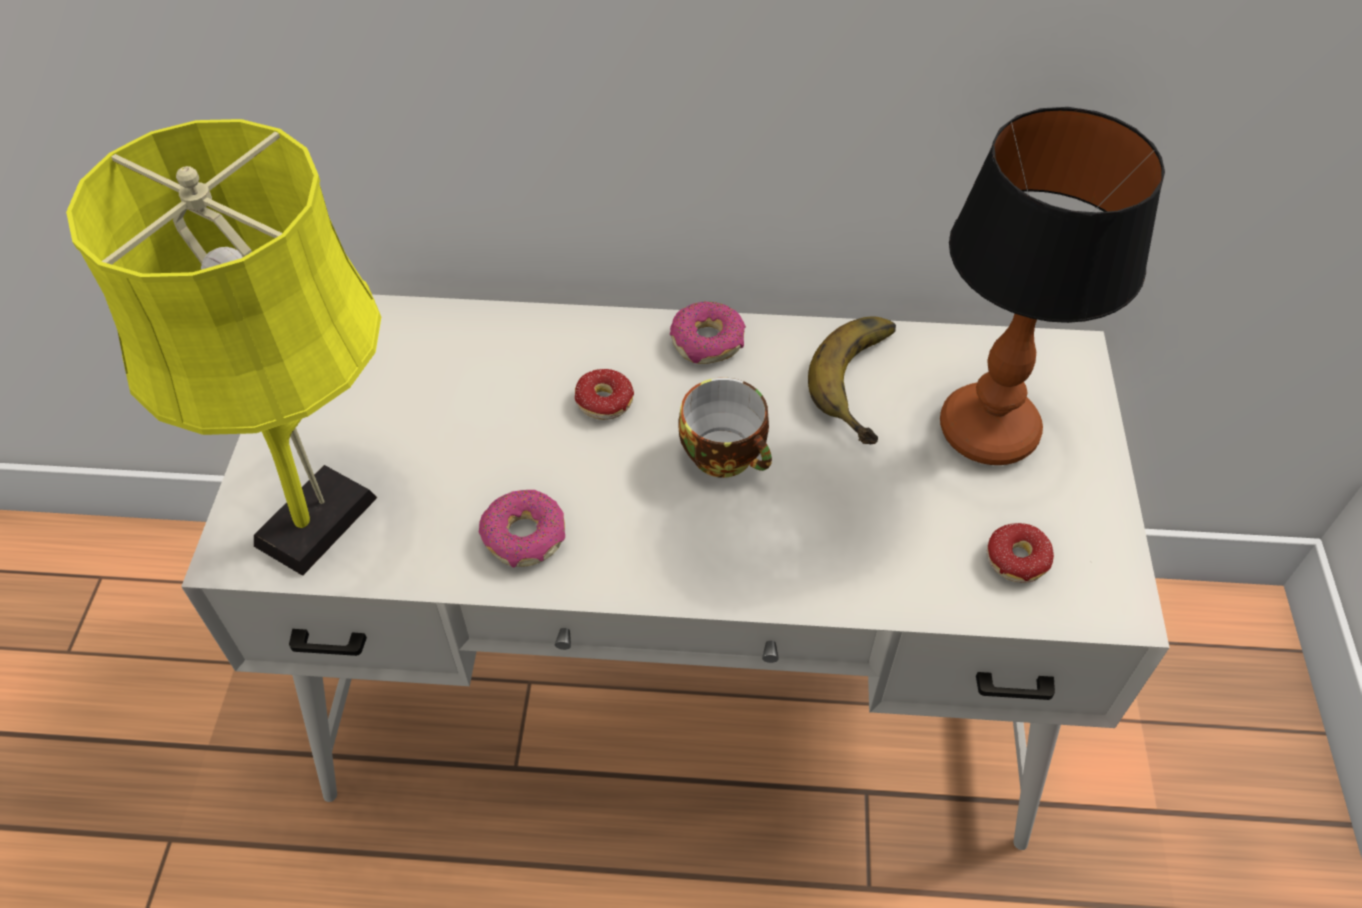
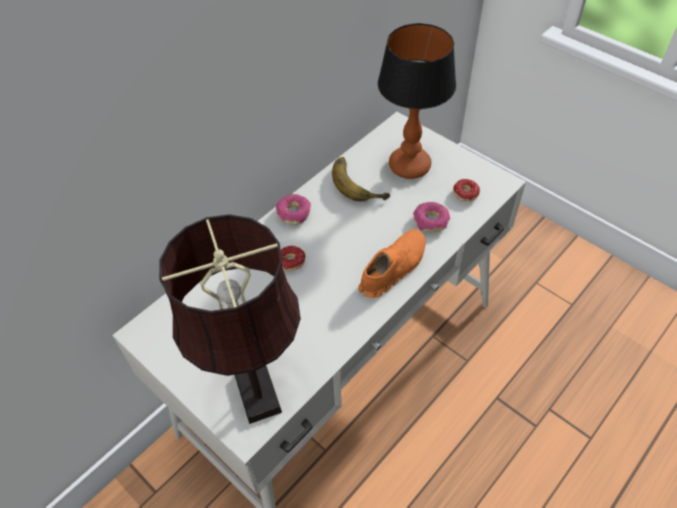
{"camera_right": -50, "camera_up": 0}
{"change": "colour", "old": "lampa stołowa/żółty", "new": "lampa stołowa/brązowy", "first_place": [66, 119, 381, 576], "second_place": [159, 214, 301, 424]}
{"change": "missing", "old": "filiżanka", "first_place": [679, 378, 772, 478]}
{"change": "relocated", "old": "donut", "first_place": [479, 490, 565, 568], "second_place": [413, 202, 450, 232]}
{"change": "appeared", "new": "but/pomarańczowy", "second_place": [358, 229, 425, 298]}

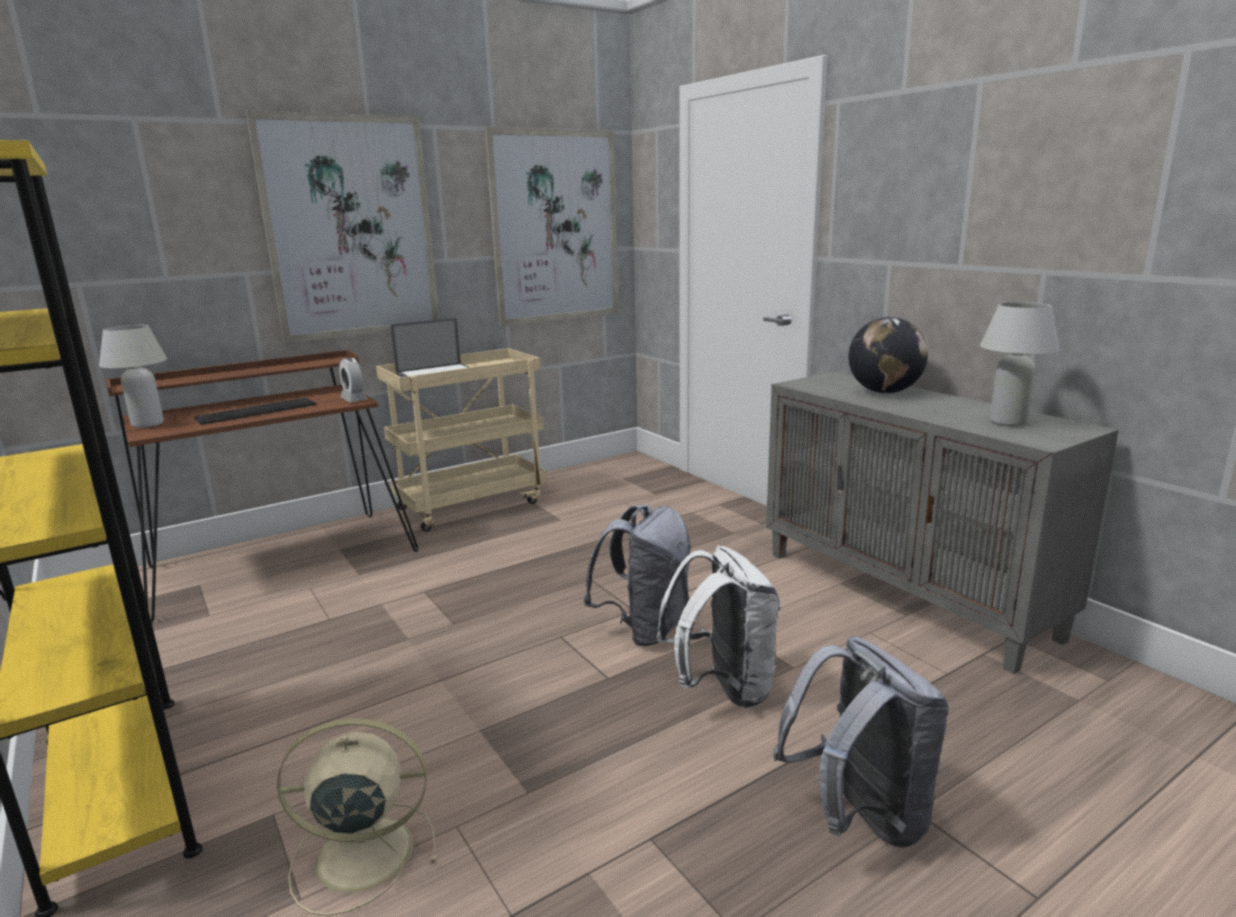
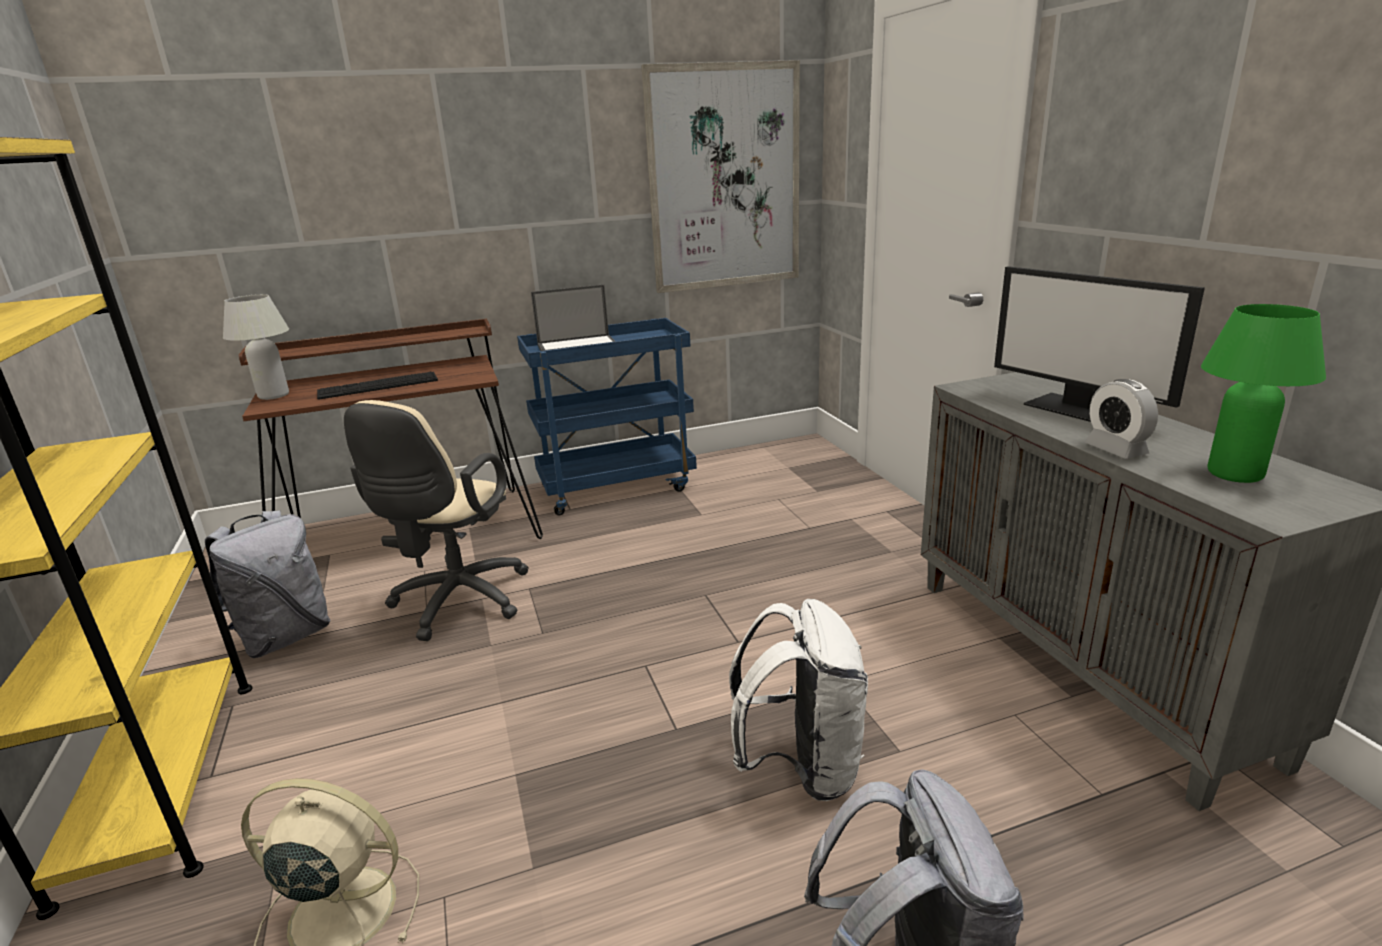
{"camera_right": 15, "camera_up": 5}
{"change": "missing", "old": "obraz", "first_place": [246, 110, 439, 343]}
{"change": "colour", "old": "lampa stołowa/biały", "new": "lampa stołowa/zielony", "first_place": [980, 302, 1060, 427], "second_place": [1201, 304, 1326, 483]}
{"change": "exchanged", "old": "globus", "new": "monitor", "first_place": [848, 317, 928, 393], "second_place": [994, 266, 1205, 422]}
{"change": "colour", "old": "wózek/beżowy", "new": "wózek/niebieski", "first_place": [376, 348, 547, 532], "second_place": [517, 318, 697, 515]}
{"change": "relocated", "old": "budzik", "first_place": [339, 358, 368, 403], "second_place": [1085, 379, 1158, 459]}
{"change": "relocated", "old": "plecak/szary", "first_place": [583, 505, 691, 646], "second_place": [205, 510, 331, 658]}
{"change": "appeared", "new": "krzesło biurowe/beżowy", "second_place": [344, 400, 529, 641]}

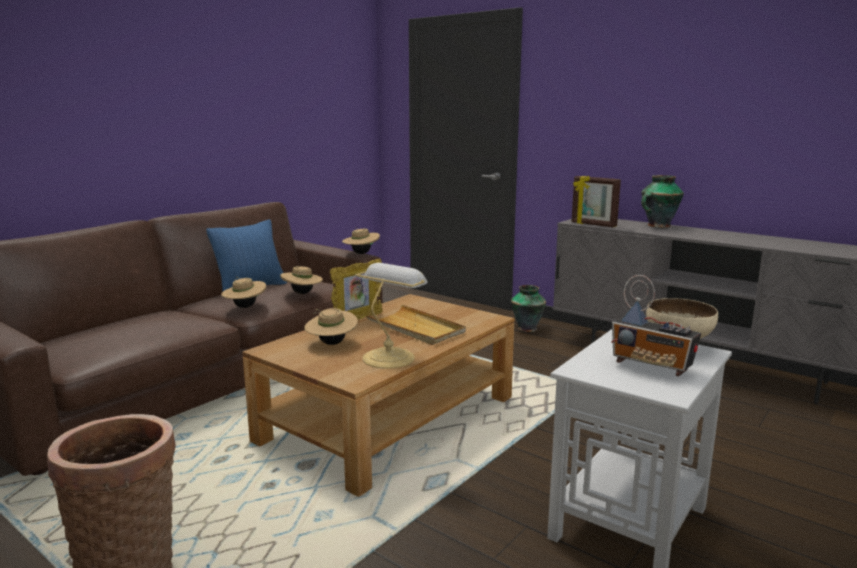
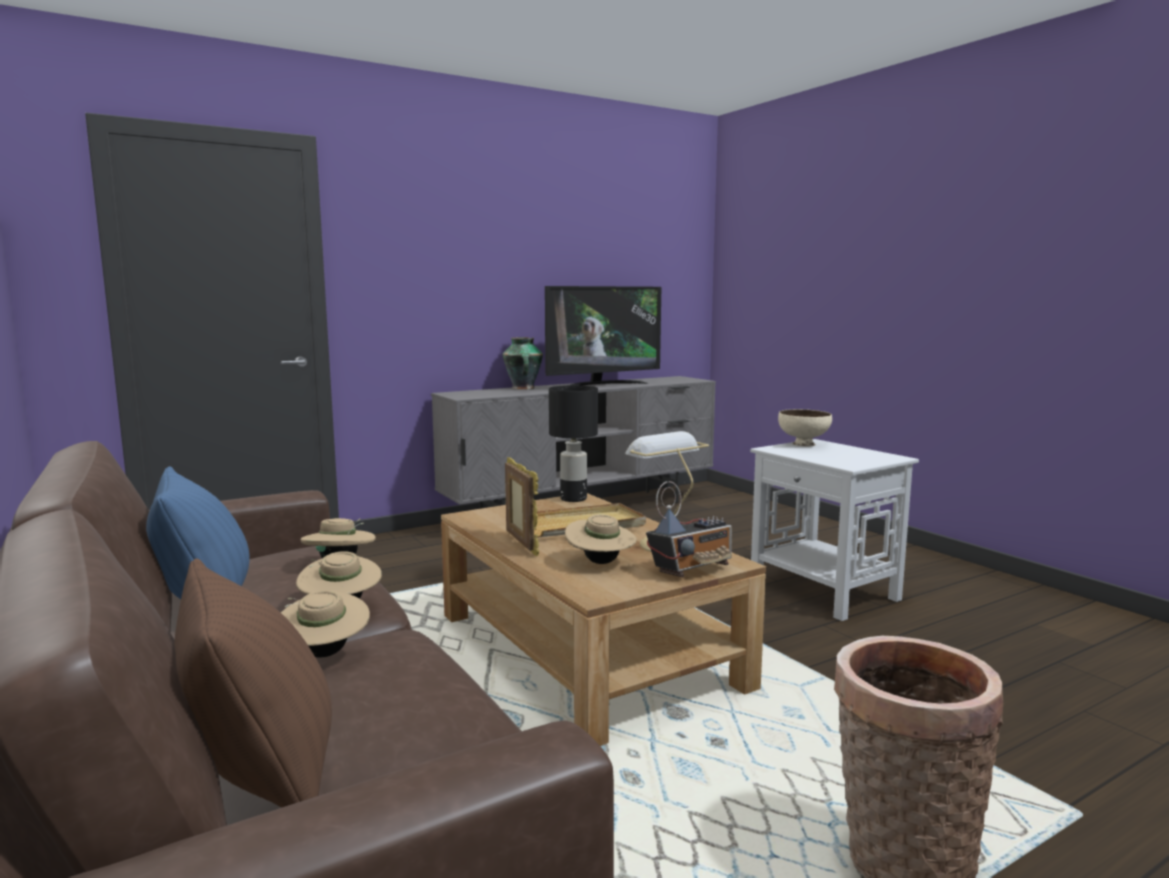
{"camera_right": -70, "camera_up": -5}
{"change": "missing", "old": "ramka na zdjęcie", "first_place": [571, 176, 621, 227]}
{"change": "relocated", "old": "kapelusz/beżowy", "first_place": [342, 227, 380, 254], "second_place": [281, 590, 370, 658]}
{"change": "relocated", "old": "radio", "first_place": [611, 275, 701, 376], "second_place": [646, 481, 732, 577]}
{"change": "missing", "old": "wazon", "first_place": [511, 285, 546, 332]}
{"change": "appeared", "new": "telewizor", "second_place": [545, 286, 661, 385]}
{"change": "appeared", "new": "lampa stołowa/czarny", "second_place": [549, 385, 598, 502]}
{"change": "appeared", "new": "poduszka/brązowy", "second_place": [174, 559, 332, 807]}

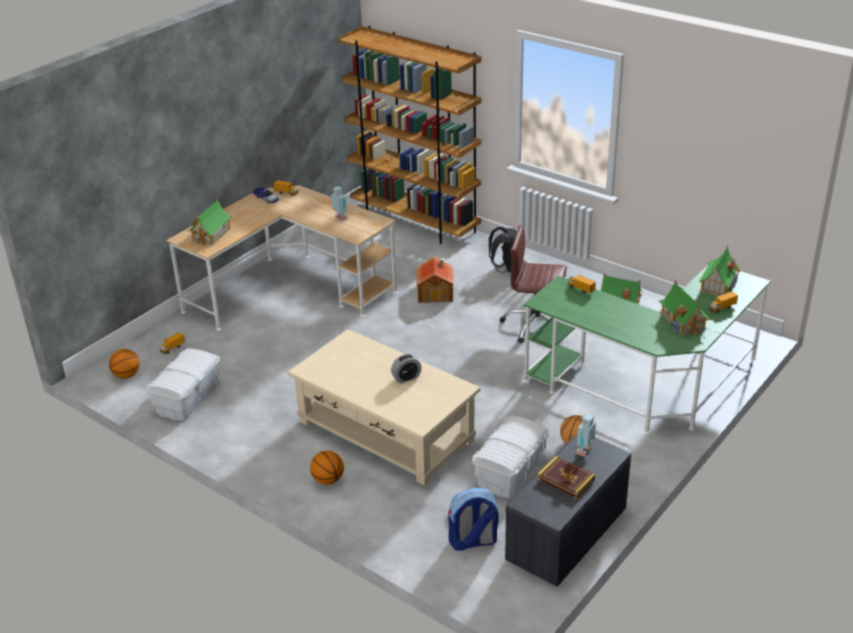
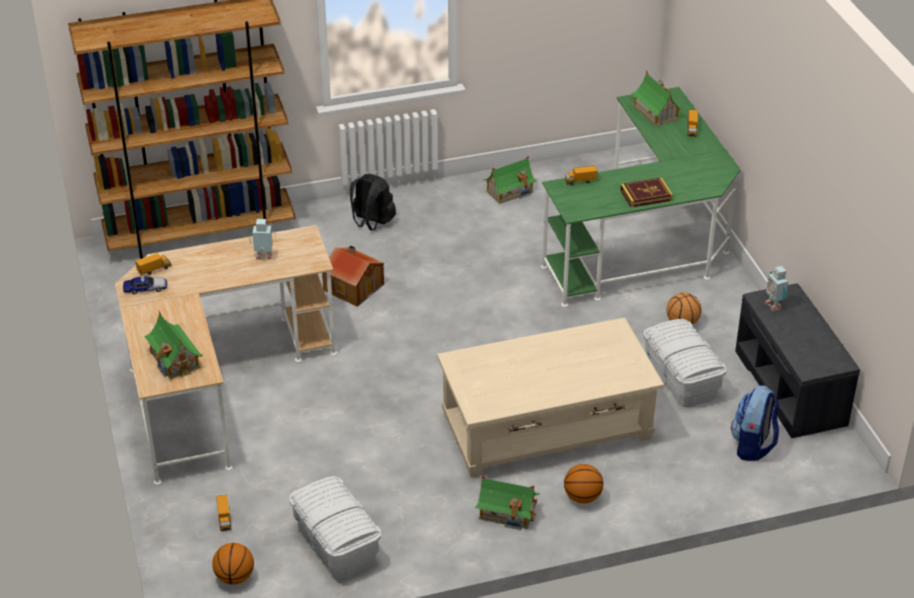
{"camera_right": -55, "camera_up": 5}
{"change": "missing", "old": "krzesło biurowe/brązowy", "first_place": [500, 225, 567, 344]}
{"change": "relocated", "old": "domek", "first_place": [659, 280, 711, 336], "second_place": [475, 476, 540, 530]}
{"change": "missing", "old": "budzik", "first_place": [391, 354, 422, 383]}
{"change": "relocated", "old": "książka", "first_place": [537, 456, 595, 499], "second_place": [620, 177, 673, 208]}

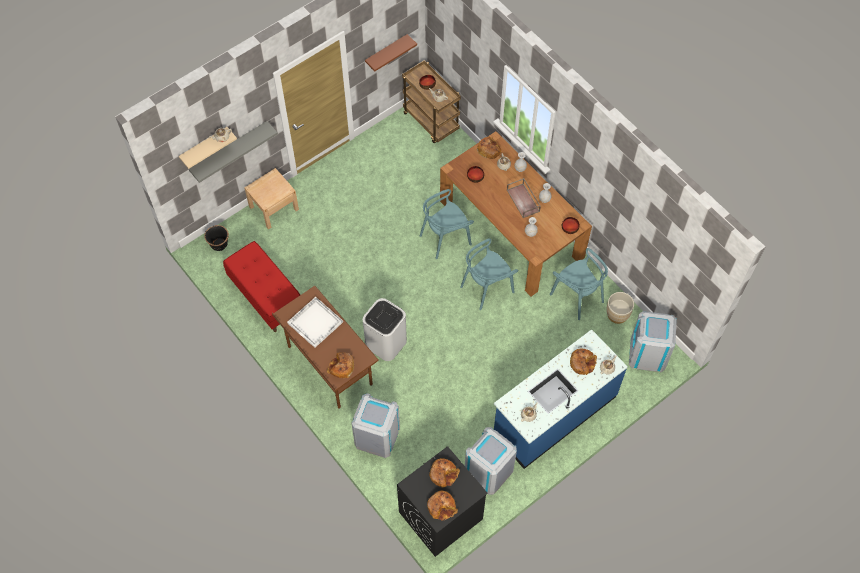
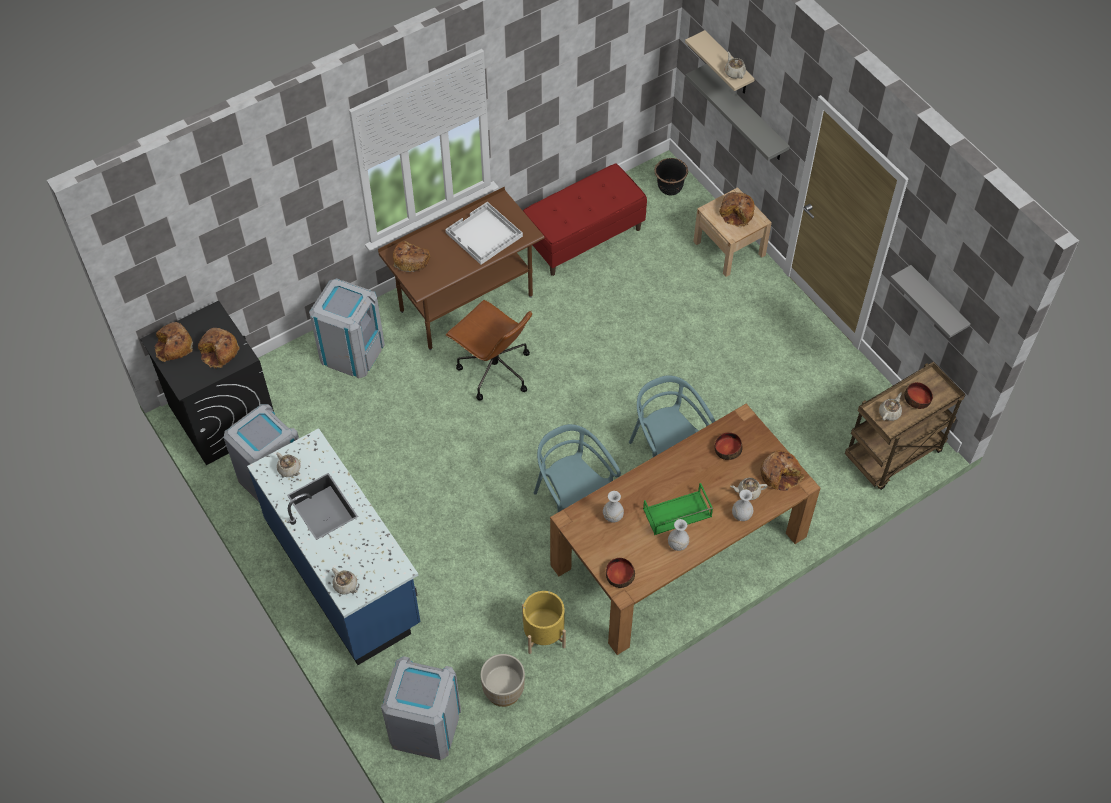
{"camera_right": 95, "camera_up": -5}
{"change": "colour", "old": "półka/brązowy", "new": "półka/szary", "first_place": [365, 34, 417, 71], "second_place": [890, 265, 971, 338]}
{"change": "colour", "old": "taca/brązowy", "new": "taca/zielony", "first_place": [507, 178, 541, 218], "second_place": [643, 483, 713, 535]}
{"change": "exchanged", "old": "krzesło/turkusowy", "new": "donica/żółty", "first_place": [550, 248, 608, 320], "second_place": [522, 591, 566, 654]}
{"change": "exchanged", "old": "kosz na śmieci/biały", "new": "krzesło biurowe/brązowy", "first_place": [363, 298, 407, 361], "second_place": [446, 300, 532, 401]}
{"change": "relocated", "old": "chleb", "first_place": [570, 348, 597, 375], "second_place": [719, 192, 755, 227]}

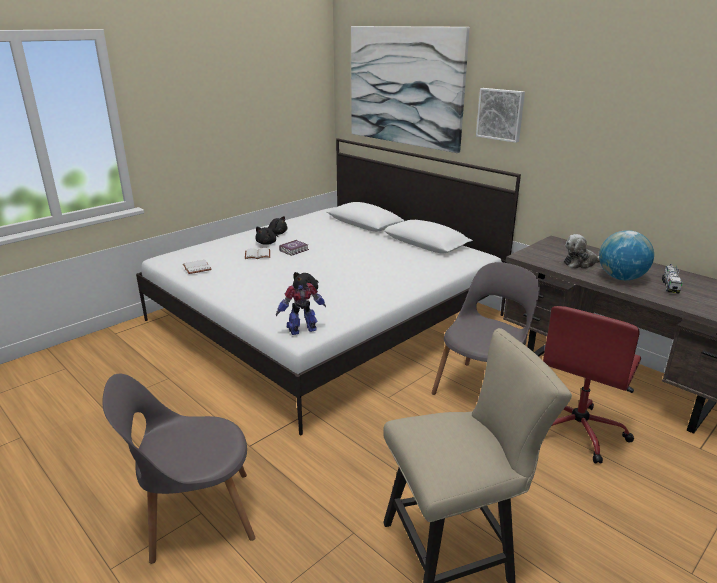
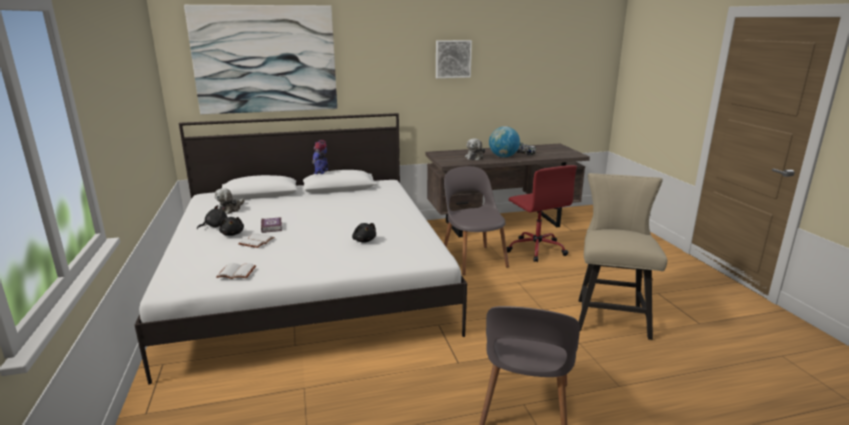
{"camera_right": -60, "camera_up": -5}
{"change": "relocated", "old": "obraz", "first_place": [476, 88, 525, 143], "second_place": [436, 40, 472, 78]}
{"change": "relocated", "old": "robot zabawkowy", "first_place": [276, 283, 326, 335], "second_place": [312, 140, 329, 174]}
{"change": "appeared", "new": "pluszak", "second_place": [215, 188, 245, 214]}

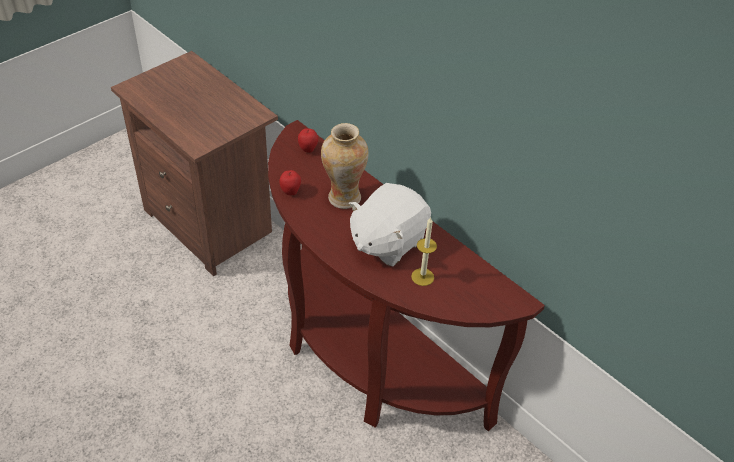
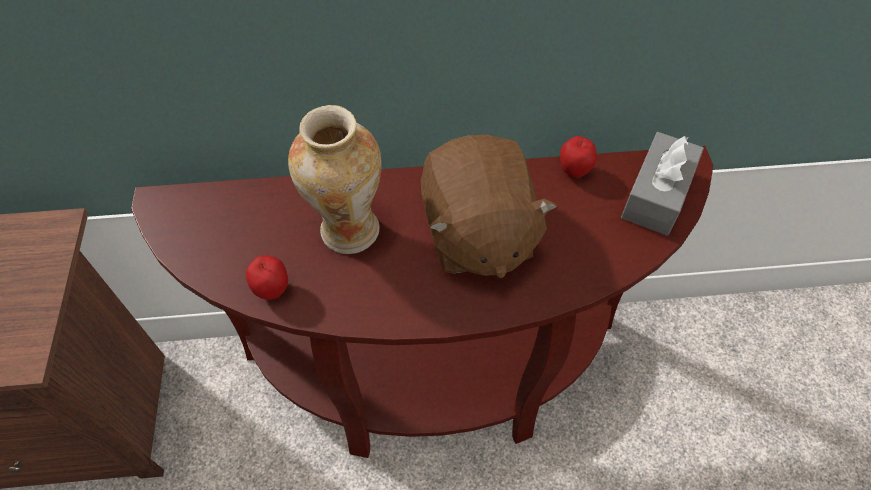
{"camera_right": -50, "camera_up": 10}
{"change": "relocated", "old": "jabłko", "first_place": [298, 128, 318, 153], "second_place": [560, 136, 597, 178]}
{"change": "colour", "old": "pluszak/biały", "new": "pluszak/brązowy", "first_place": [349, 183, 431, 266], "second_place": [420, 135, 557, 278]}
{"change": "missing", "old": "świeca", "first_place": [411, 217, 437, 286]}
{"change": "appeared", "new": "pudełko chusteczek/szary", "second_place": [621, 132, 704, 235]}

